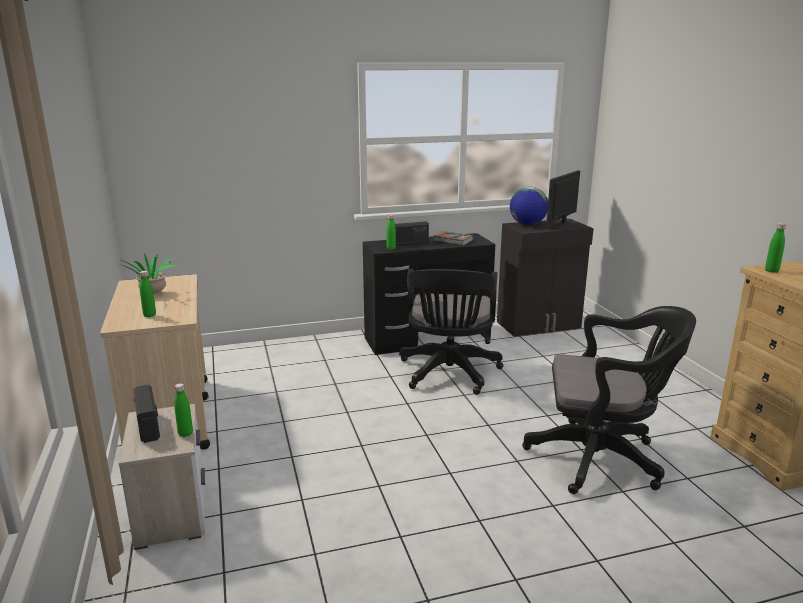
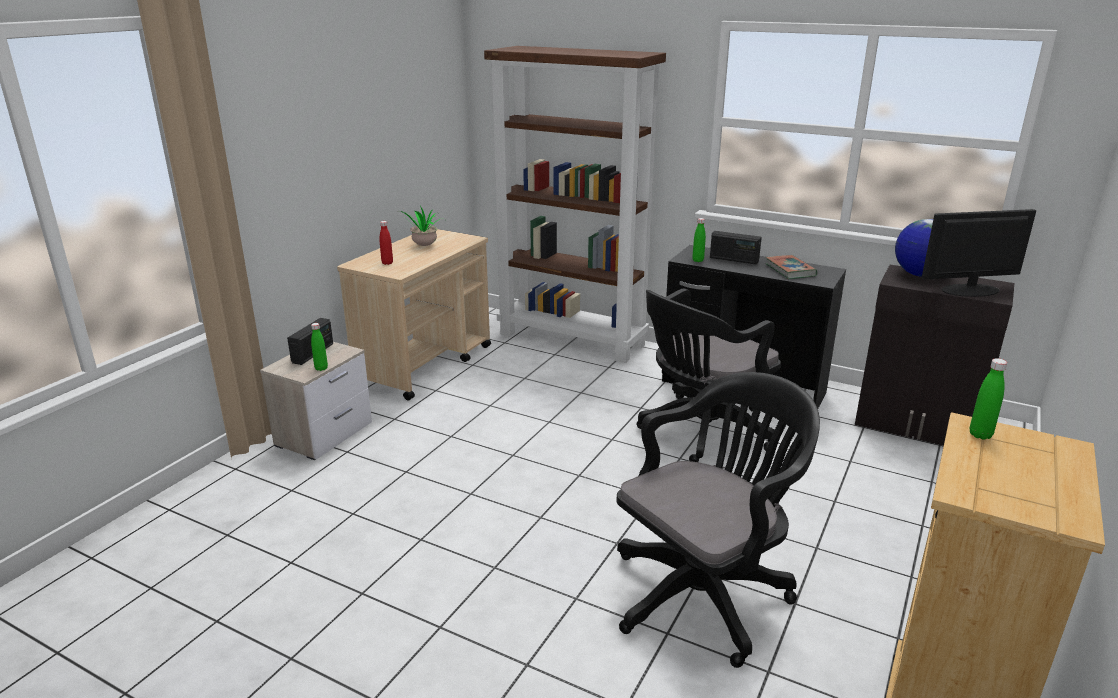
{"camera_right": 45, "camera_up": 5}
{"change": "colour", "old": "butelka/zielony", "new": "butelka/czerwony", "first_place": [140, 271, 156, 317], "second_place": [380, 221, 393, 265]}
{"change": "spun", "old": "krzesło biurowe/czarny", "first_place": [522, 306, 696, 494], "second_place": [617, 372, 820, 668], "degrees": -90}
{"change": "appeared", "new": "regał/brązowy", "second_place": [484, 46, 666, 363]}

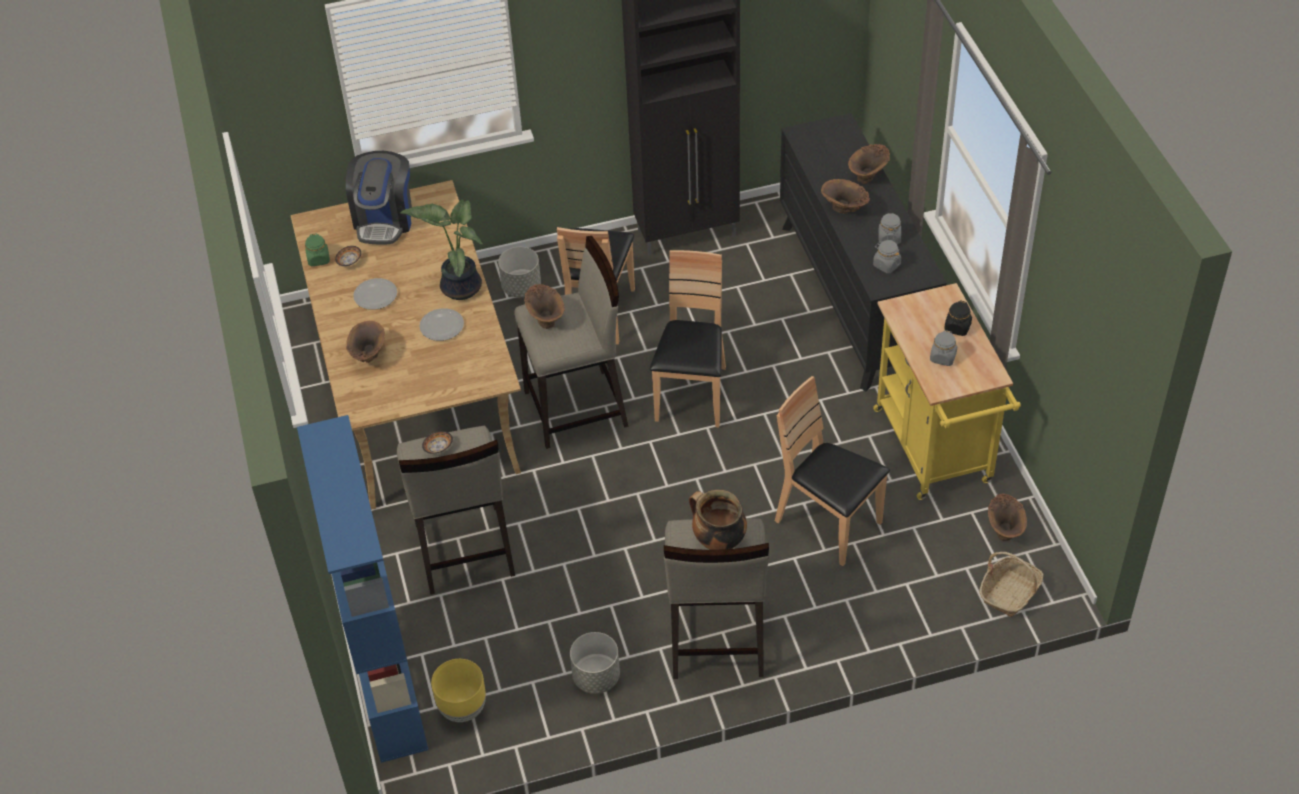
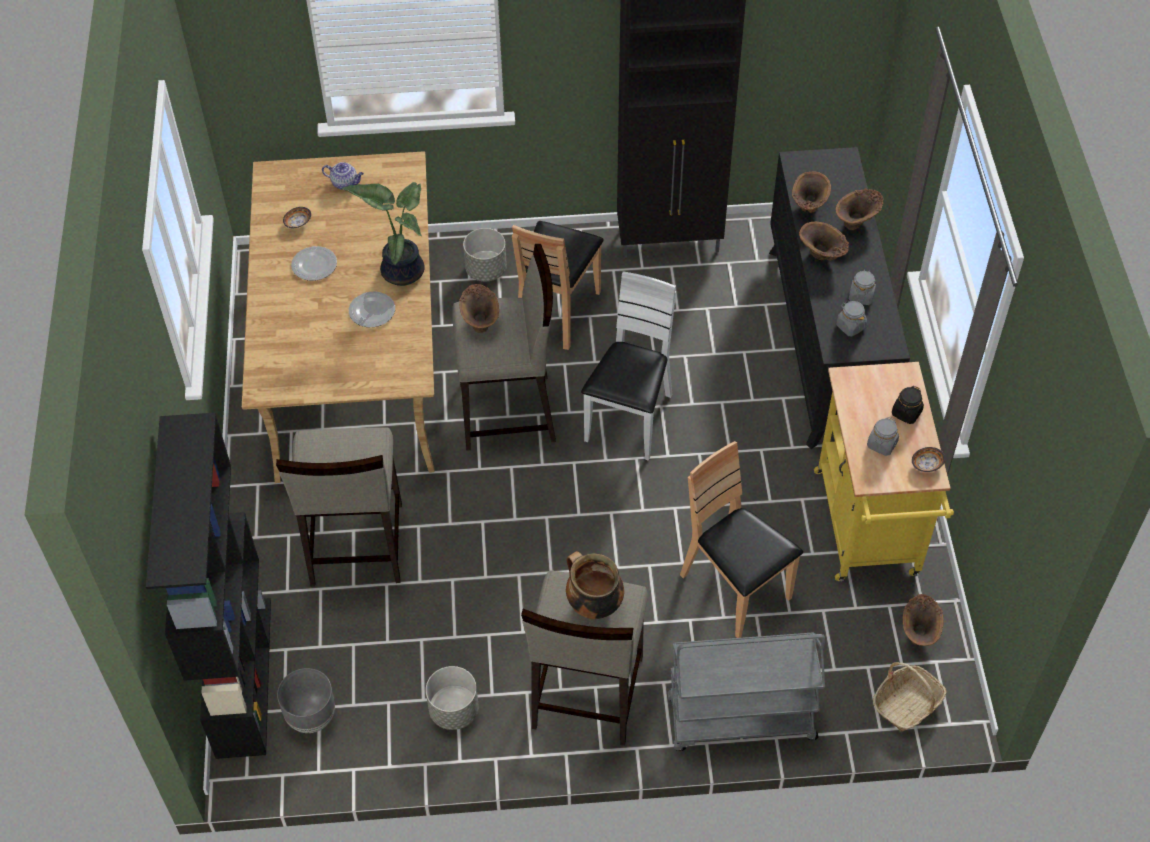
{"camera_right": 10, "camera_up": 5}
{"change": "exchanged", "old": "ekspres do kawy", "new": "imbryk", "first_place": [346, 151, 412, 245], "second_place": [322, 162, 364, 190]}
{"change": "missing", "old": "słoik/zielony", "first_place": [305, 233, 330, 266]}
{"change": "colour", "old": "krzesło/brązowy", "new": "krzesło/biały", "first_place": [650, 250, 726, 428], "second_place": [581, 271, 676, 461]}
{"change": "relocated", "old": "wazon/brązowy", "first_place": [346, 321, 385, 363], "second_place": [792, 172, 831, 213]}
{"change": "colour", "old": "regał/niebieski", "new": "regał/czarny", "first_place": [297, 415, 428, 763], "second_place": [146, 413, 271, 759]}
{"change": "relocated", "old": "miska", "first_place": [422, 431, 453, 454], "second_place": [912, 447, 945, 472]}
{"change": "colour", "old": "donica/żółty", "new": "donica/szary", "first_place": [431, 659, 486, 722], "second_place": [277, 668, 335, 733]}
{"change": "appeared", "new": "wózek/szary", "second_place": [667, 632, 825, 751]}

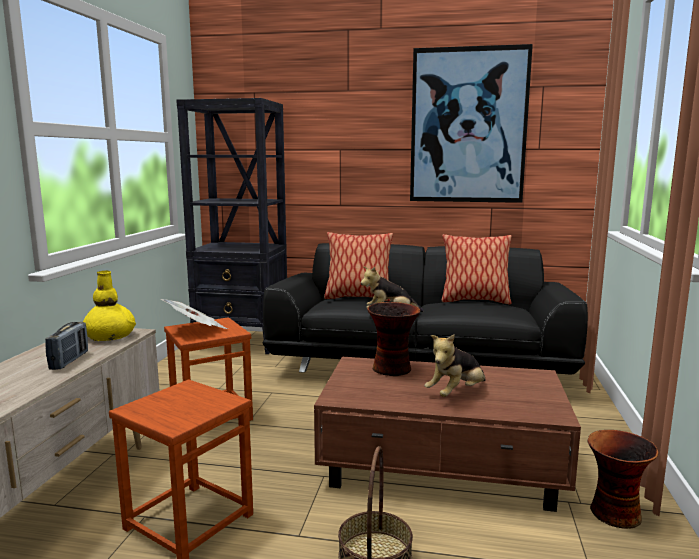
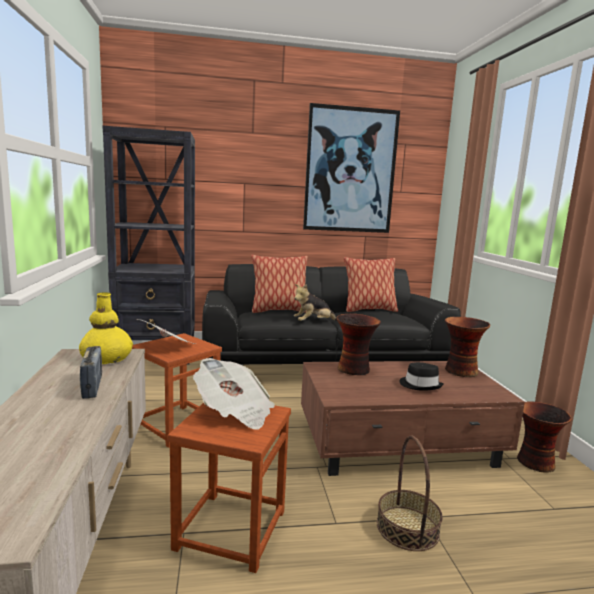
{"camera_right": -20, "camera_up": 0}
{"change": "exchanged", "old": "pluszak", "new": "kapelusz/czarny", "first_place": [425, 334, 485, 397], "second_place": [399, 362, 444, 390]}
{"change": "appeared", "new": "wazon", "second_place": [445, 317, 490, 377]}
{"change": "appeared", "new": "gazeta", "second_place": [193, 358, 275, 430]}

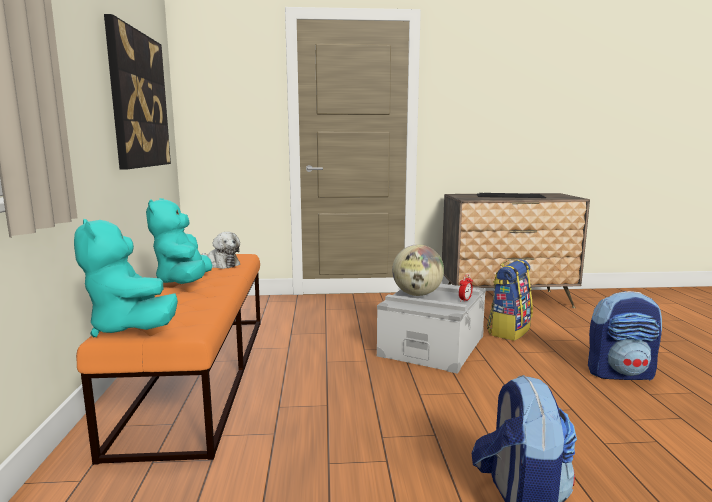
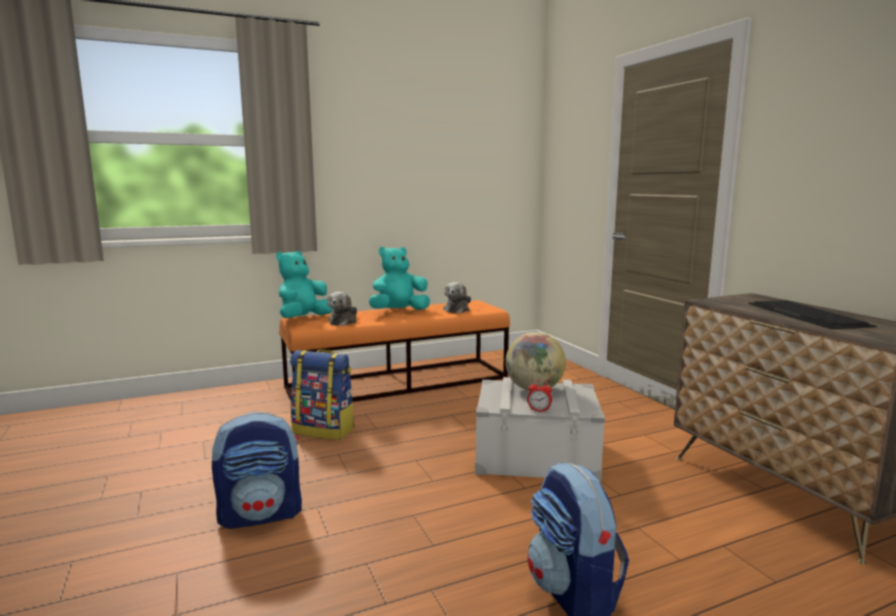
{"camera_right": 70, "camera_up": 0}
{"change": "missing", "old": "obraz", "first_place": [104, 14, 171, 169]}
{"change": "relocated", "old": "plecak", "first_place": [487, 259, 533, 341], "second_place": [290, 349, 355, 440]}
{"change": "appeared", "new": "pluszak", "second_place": [327, 292, 357, 326]}

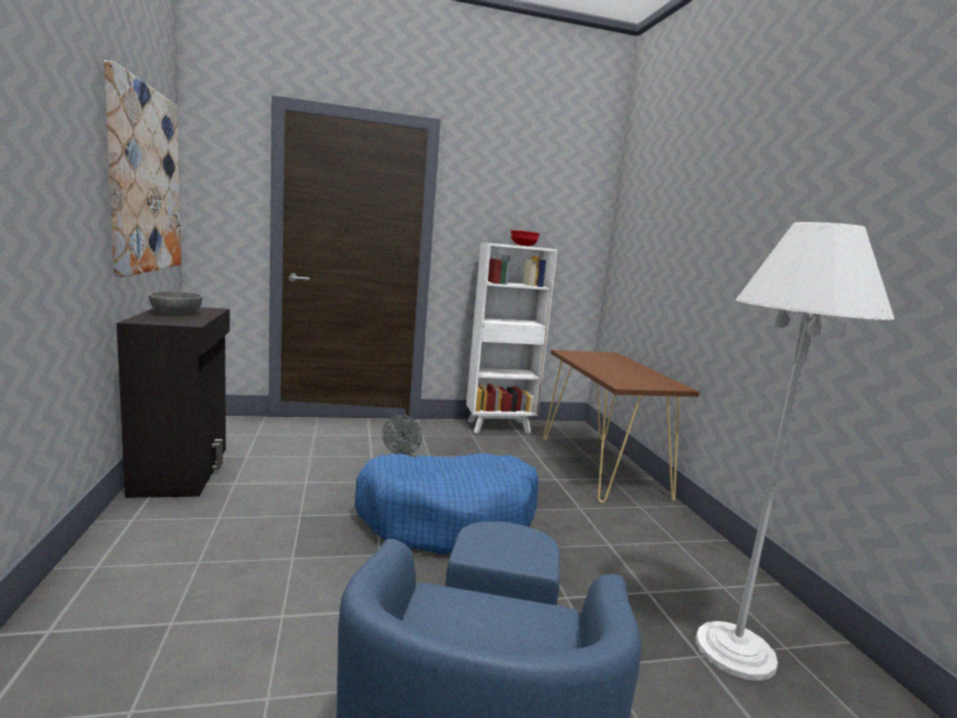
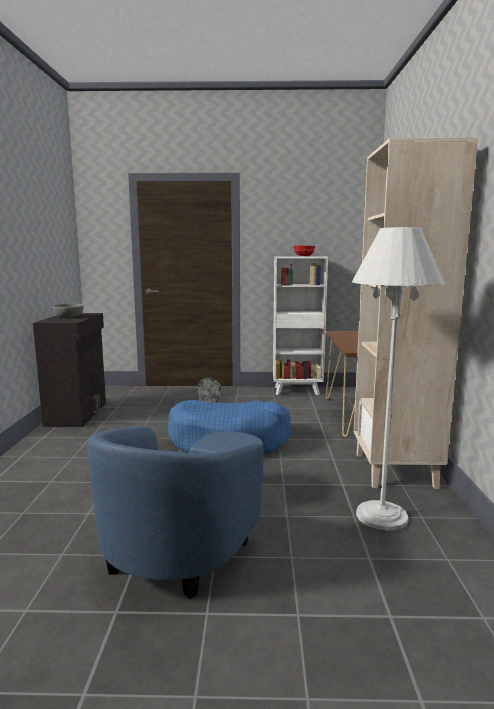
{"camera_right": 15, "camera_up": 0}
{"change": "missing", "old": "obraz", "first_place": [104, 60, 181, 277]}
{"change": "appeared", "new": "regał/beżowy", "second_place": [354, 138, 478, 489]}

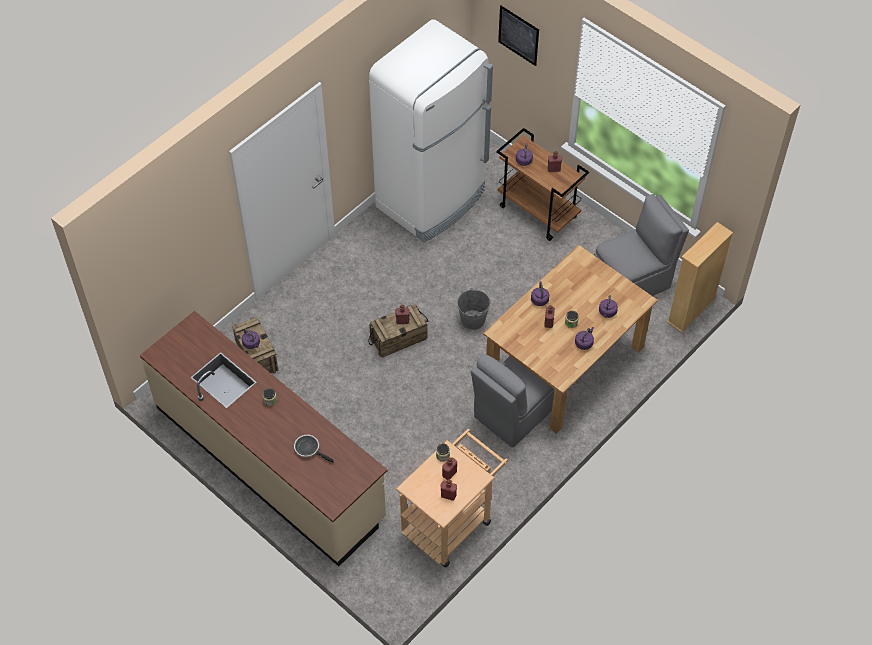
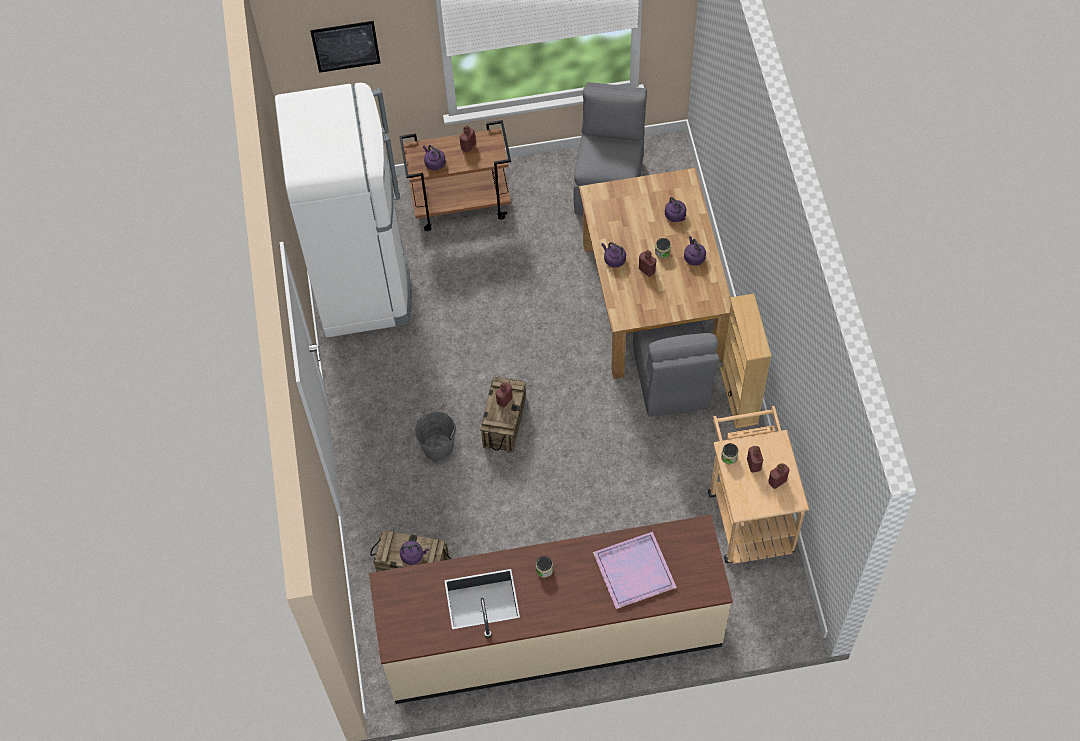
{"camera_right": -50, "camera_up": 5}
{"change": "relocated", "old": "regał/beżowy", "first_place": [667, 222, 733, 333], "second_place": [720, 294, 772, 428]}
{"change": "relocated", "old": "wiadro/szary", "first_place": [457, 288, 491, 330], "second_place": [415, 412, 456, 461]}
{"change": "exchanged", "old": "patelnia", "new": "taca/fioletowy", "first_place": [294, 435, 334, 463], "second_place": [593, 532, 677, 609]}

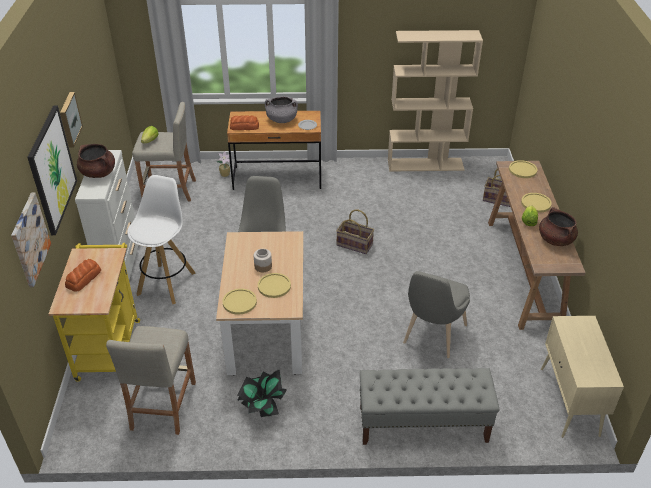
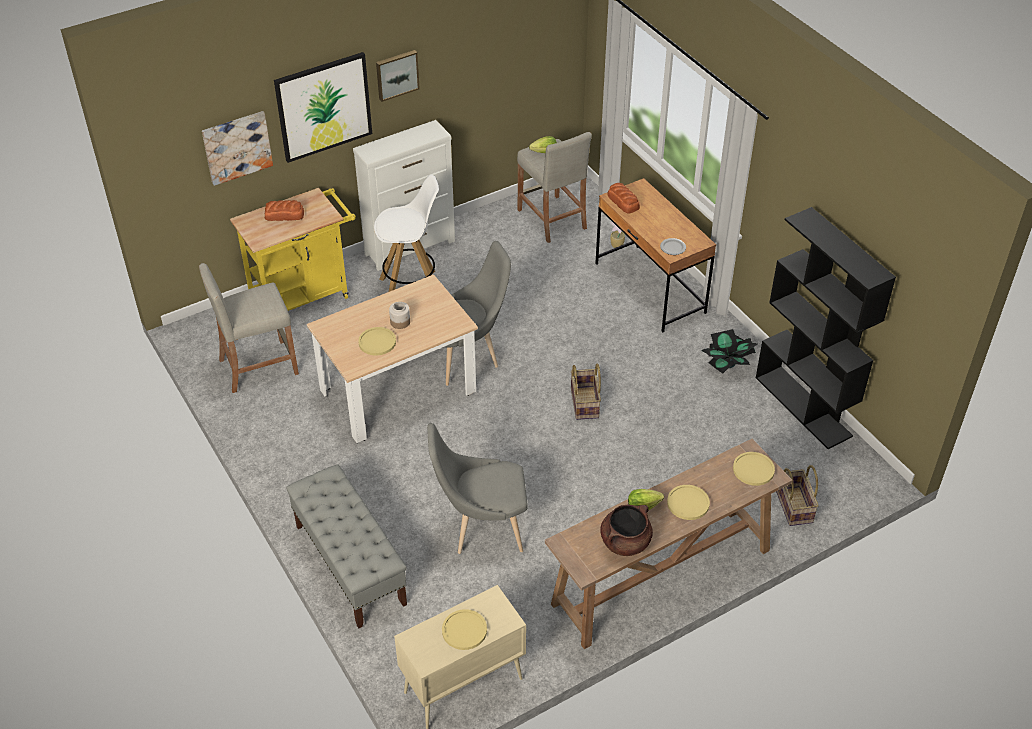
{"camera_right": 60, "camera_up": 5}
{"change": "colour", "old": "regał/beżowy", "new": "regał/czarny", "first_place": [388, 30, 483, 172], "second_place": [756, 207, 896, 449]}
{"change": "missing", "old": "garnek/szary", "first_place": [265, 96, 298, 123]}
{"change": "missing", "old": "garnek/brązowy", "first_place": [77, 144, 115, 178]}
{"change": "relocated", "old": "talerz/żółty", "first_place": [223, 288, 257, 315], "second_place": [442, 609, 487, 650]}
{"change": "relocated", "old": "roślina doniczkowa", "first_place": [237, 370, 287, 417], "second_place": [701, 329, 758, 374]}

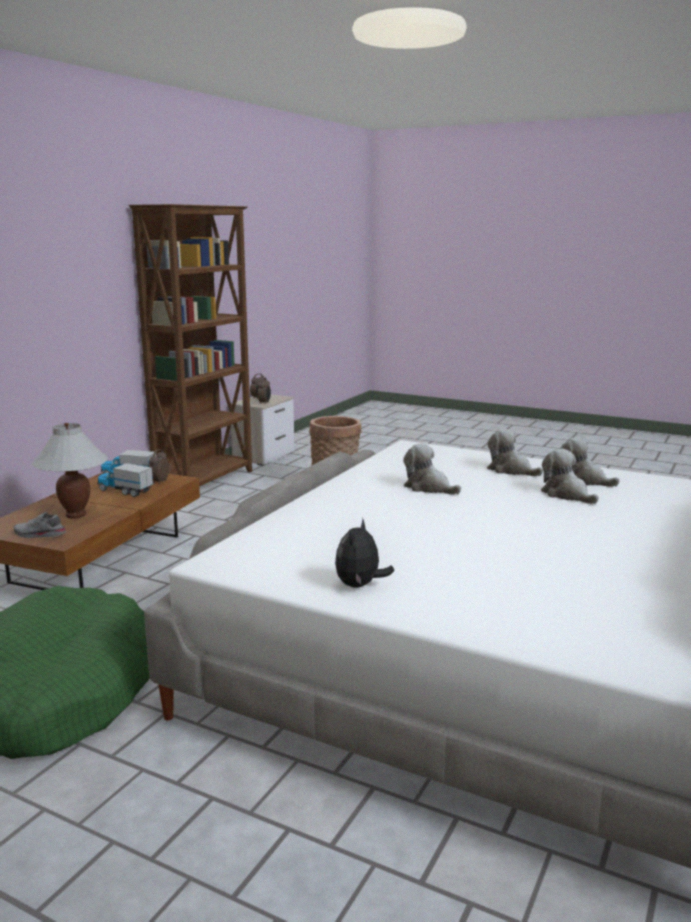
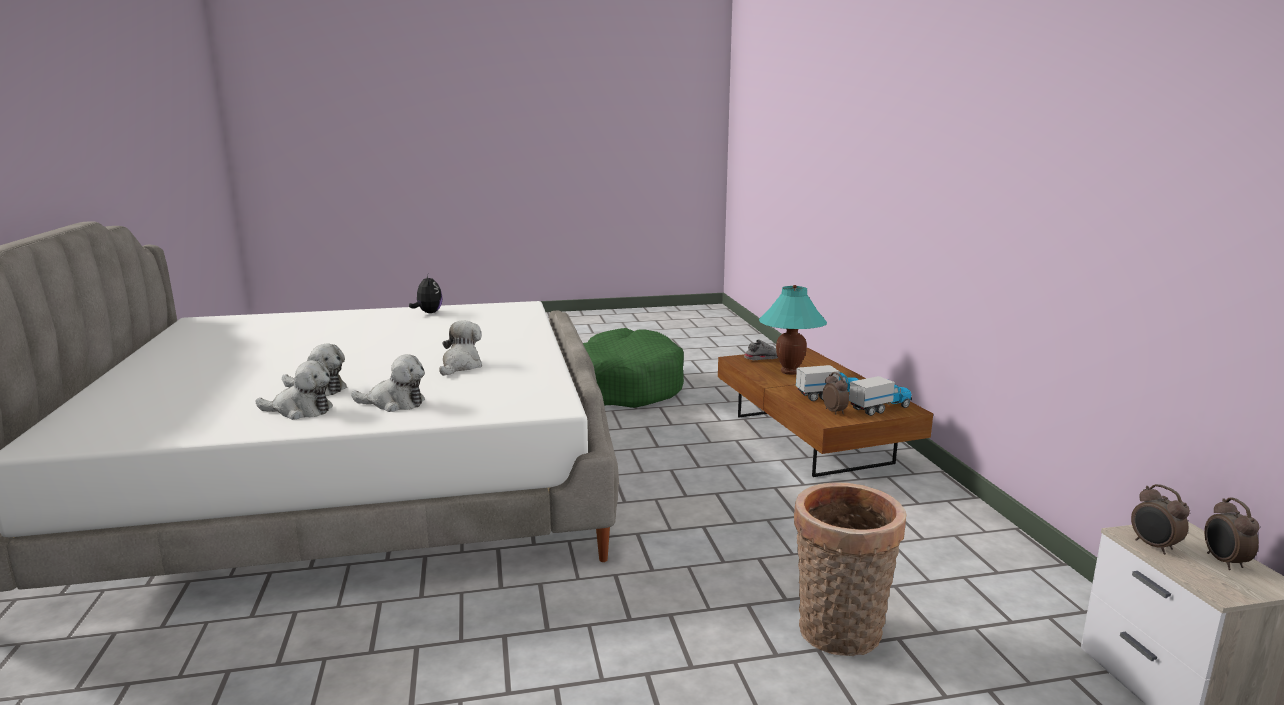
{"camera_right": 140, "camera_up": 0}
{"change": "missing", "old": "regał/brązowy", "first_place": [129, 204, 252, 486]}
{"change": "colour", "old": "lampa stołowa/biały", "new": "lampa stołowa/turkusowy", "first_place": [32, 423, 108, 519], "second_place": [759, 285, 827, 375]}
{"change": "spun", "old": "pluszak", "first_place": [403, 443, 461, 494], "second_place": [439, 320, 482, 376], "degrees": -75}

